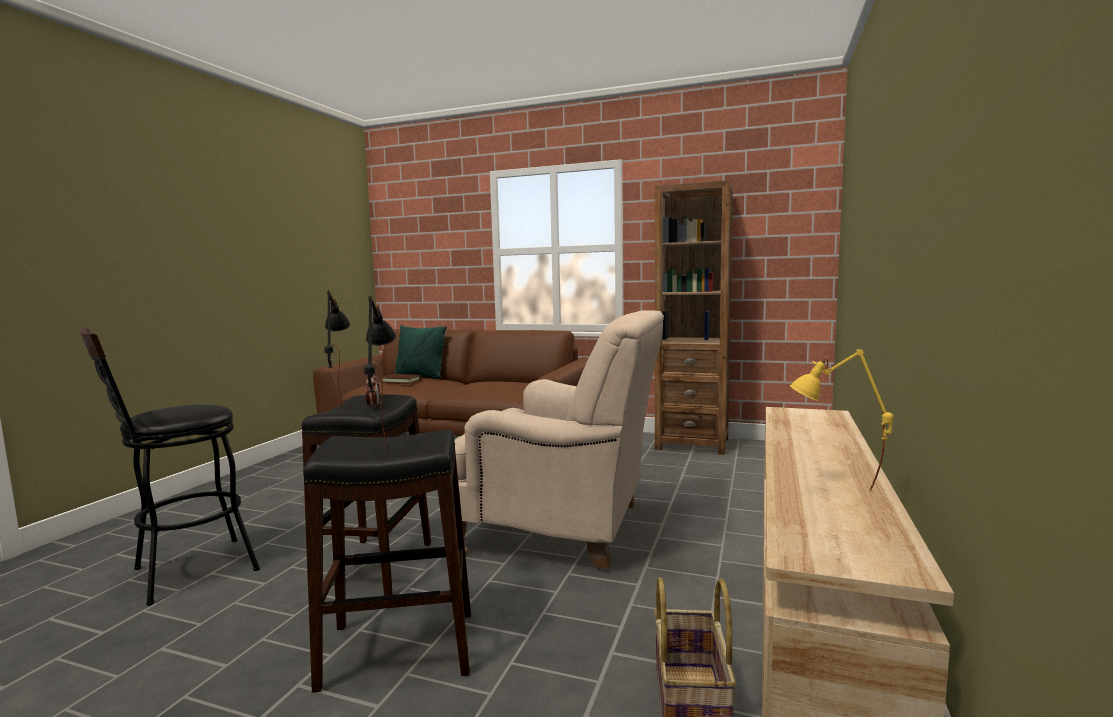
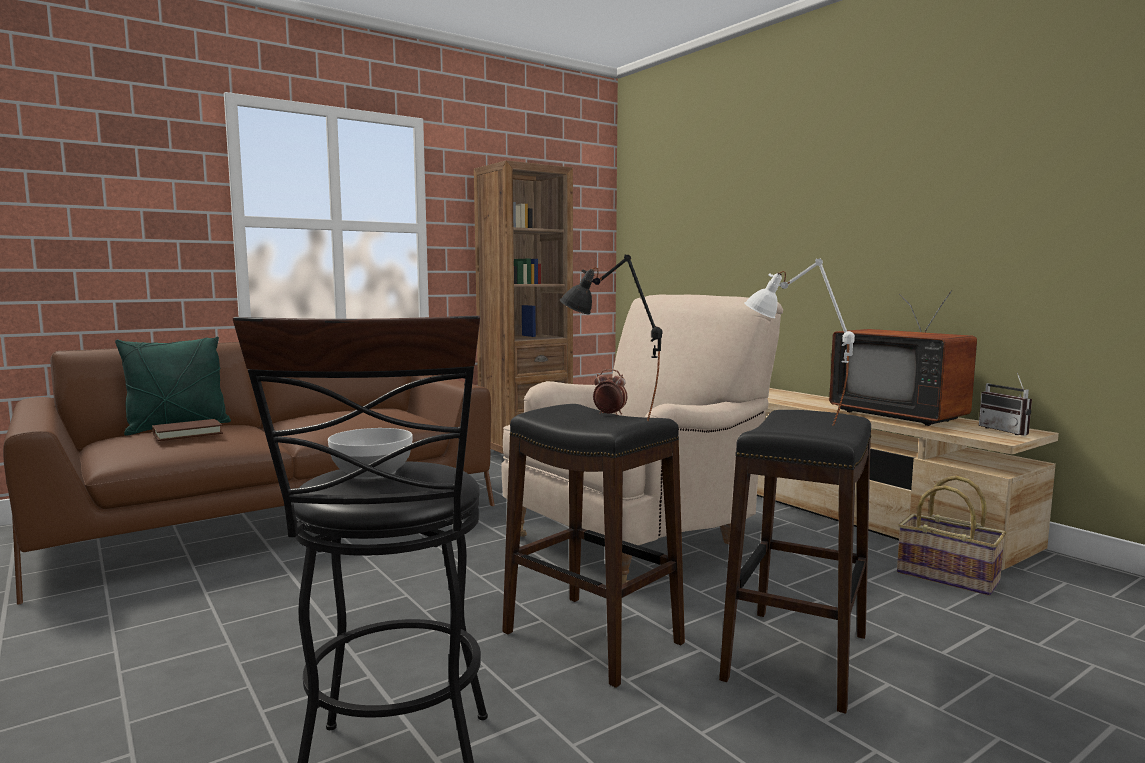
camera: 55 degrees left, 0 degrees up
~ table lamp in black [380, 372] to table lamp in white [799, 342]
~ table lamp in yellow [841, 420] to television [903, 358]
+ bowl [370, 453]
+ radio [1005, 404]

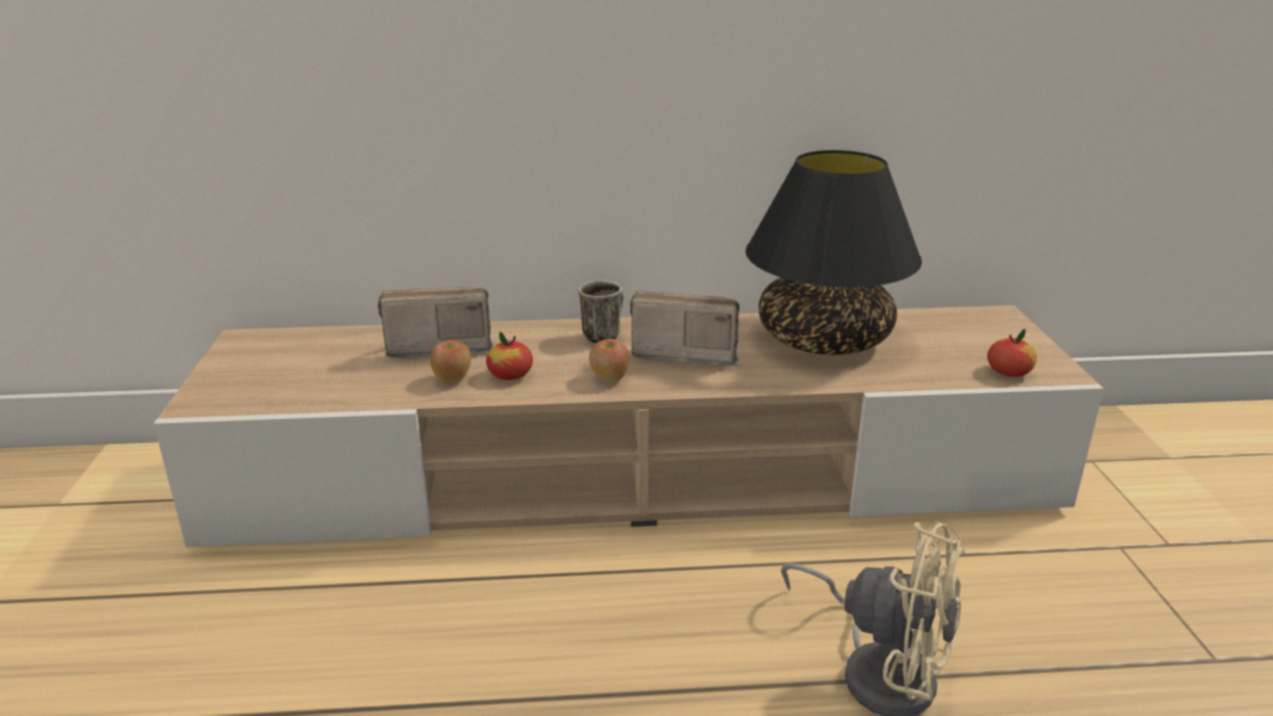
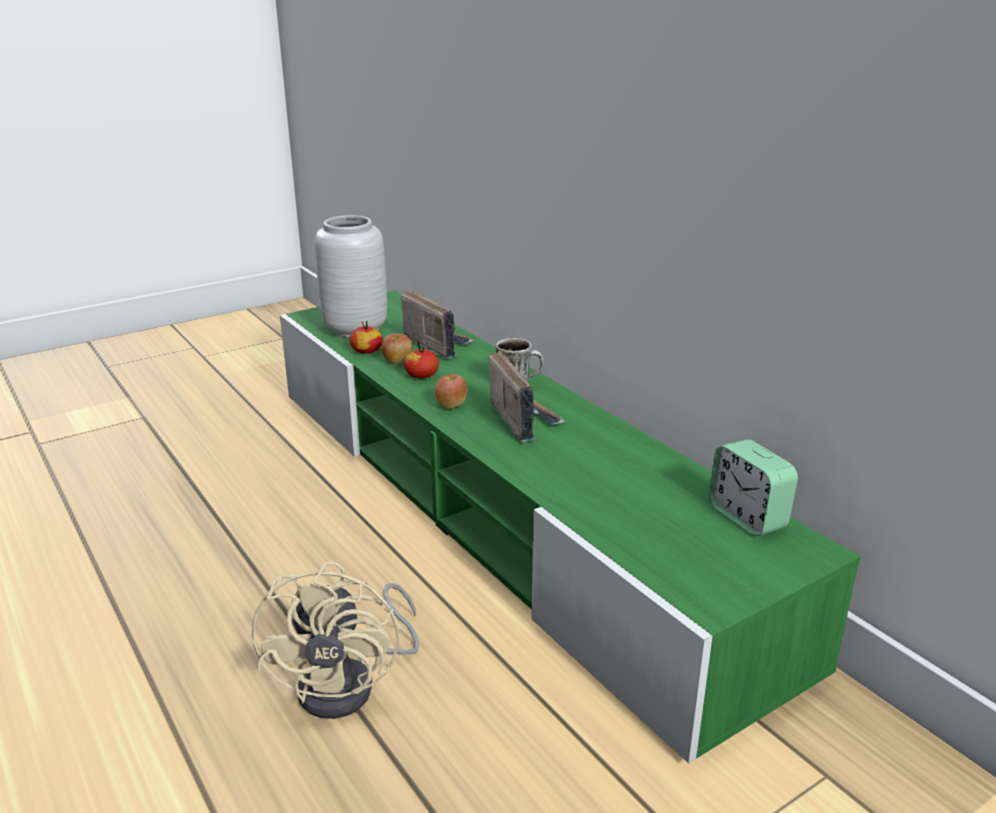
camera: 60 degrees right, 0 degrees up
~ tv stand in beige [628, 426] to tv stand in green [570, 526]
- table lamp in black [833, 252]
~ apple [1012, 353] to [366, 337]
+ vase in grey [351, 276]
+ alarm clock [753, 487]

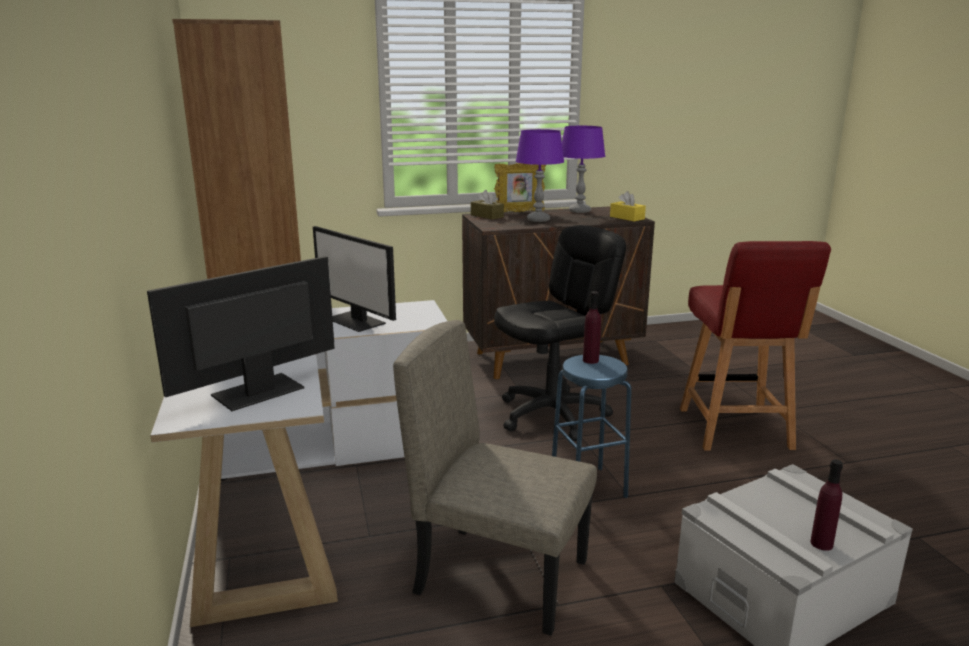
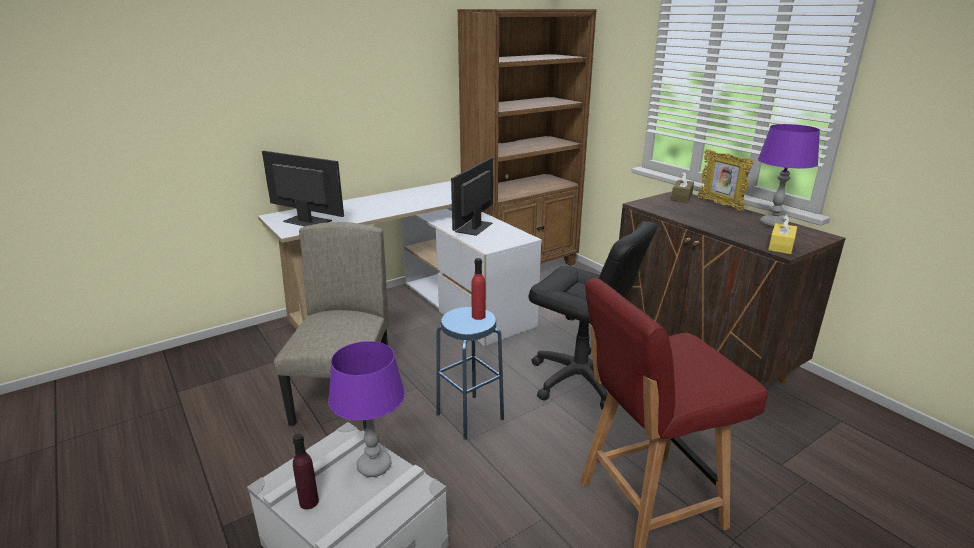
camera: 70 degrees right, 5 degrees up
~ table lamp in purple [540, 175] to [366, 409]
~ bottle in purple [592, 327] to bottle in red [478, 289]

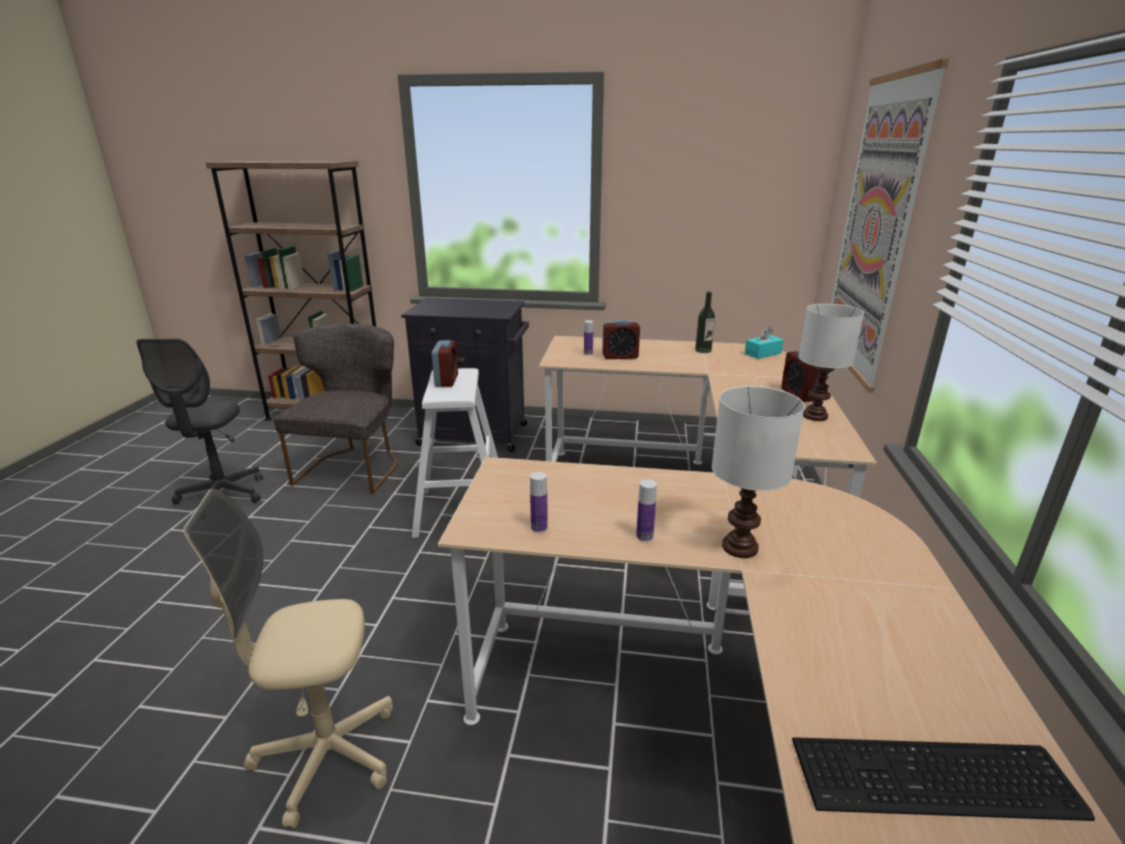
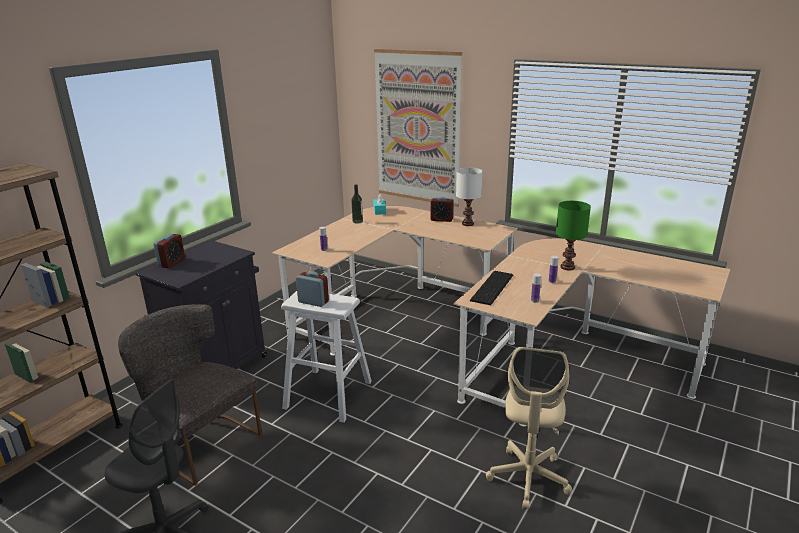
camera: 65 degrees left, 0 degrees up
~ alarm clock [621, 339] to [169, 251]
~ table lamp in white [758, 472] to table lamp in green [573, 235]
~ keyboard [943, 779] to [491, 288]

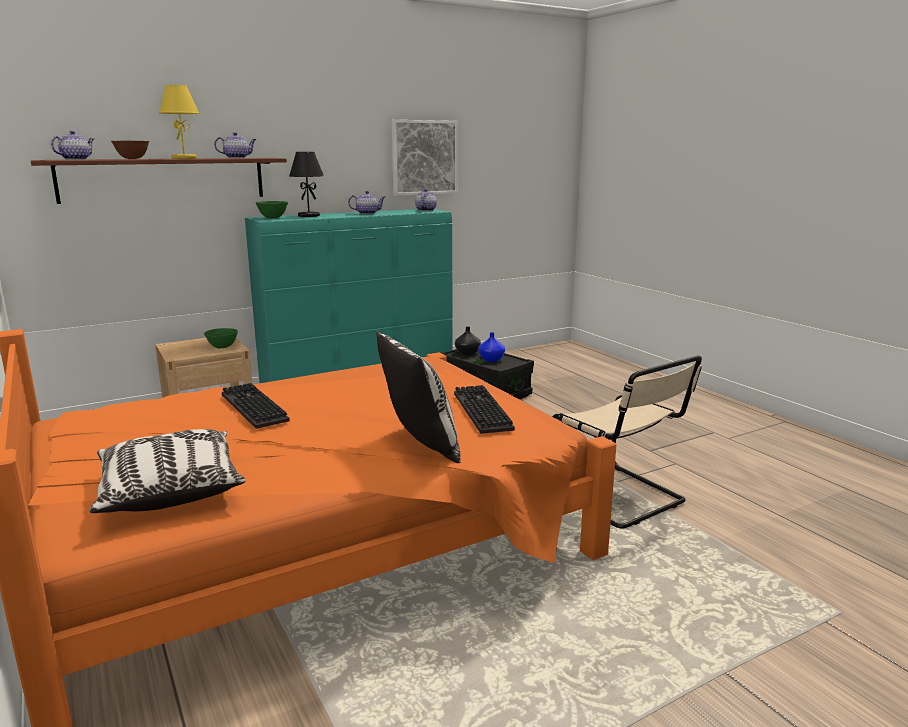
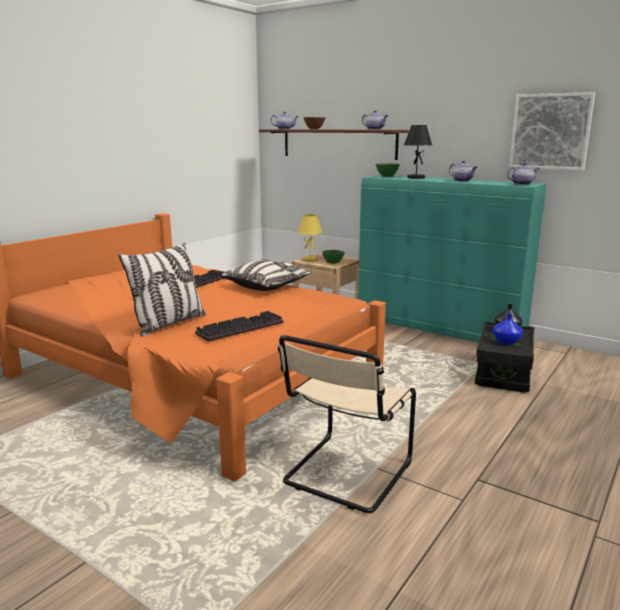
camera: 65 degrees right, 0 degrees up
~ pillow [168, 471] to [266, 275]
~ table lamp in yellow [179, 122] to [310, 238]

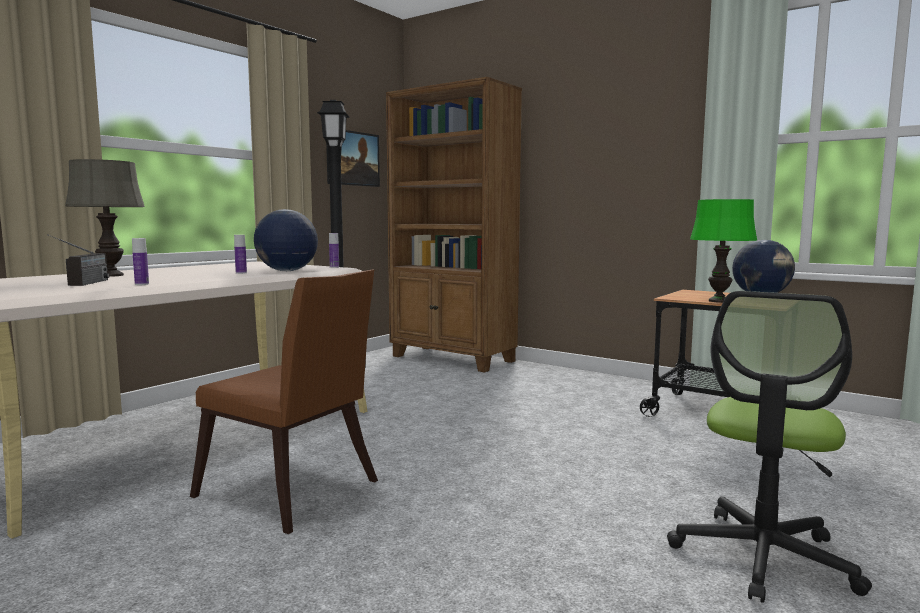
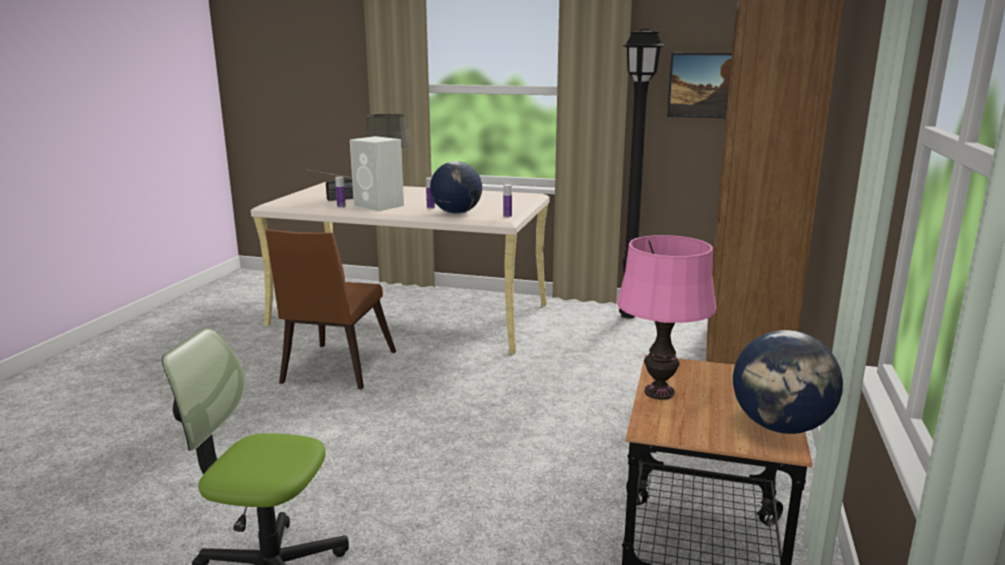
camera: 70 degrees right, 10 degrees up
~ table lamp in green [723, 251] to table lamp in pink [666, 317]
+ speaker in white [377, 173]

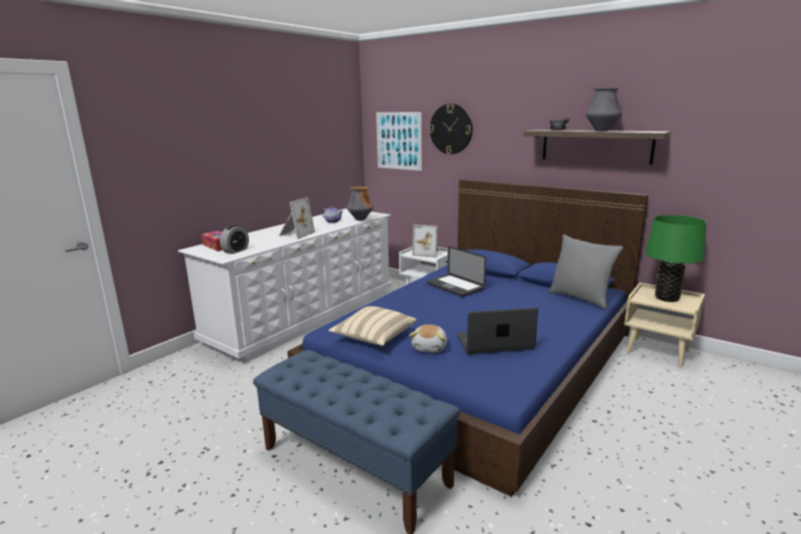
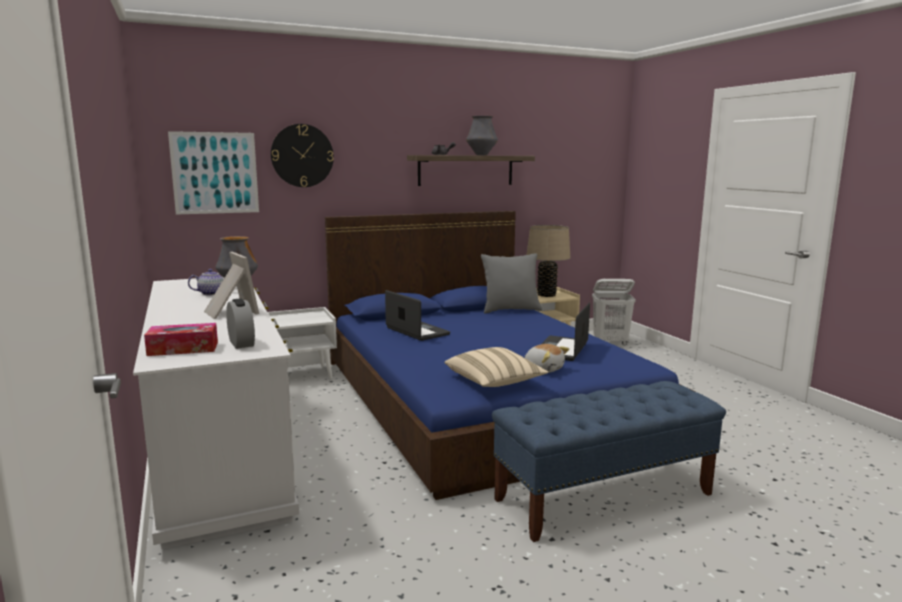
camera: 60 degrees left, 5 degrees down
- picture frame [425, 241]
~ laptop [456, 271] = [417, 315] 120 degrees counterclockwise
~ table lamp in green [676, 258] to table lamp in beige [548, 261]
+ laundry basket in white [614, 312]

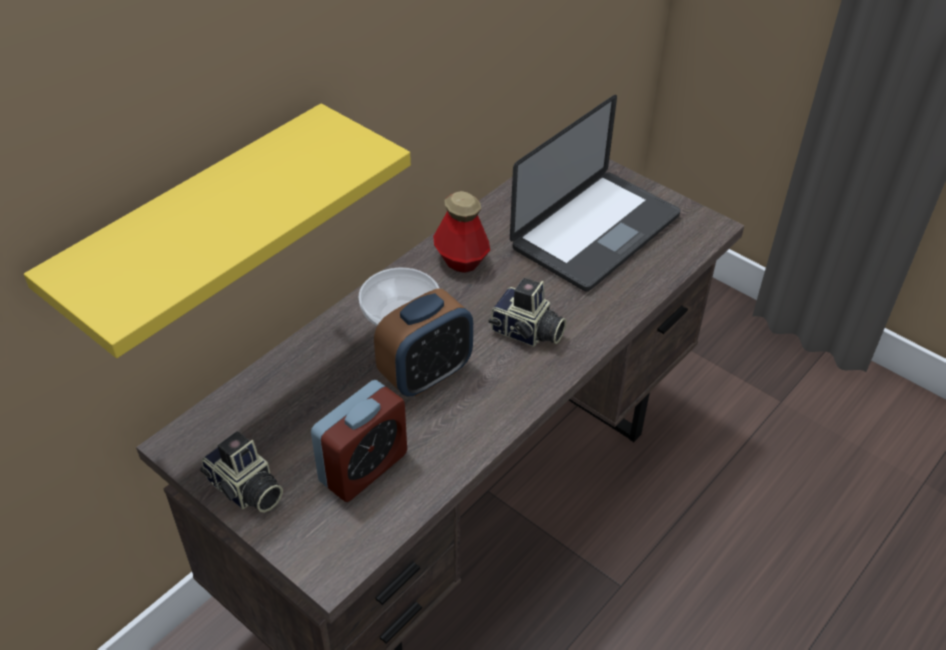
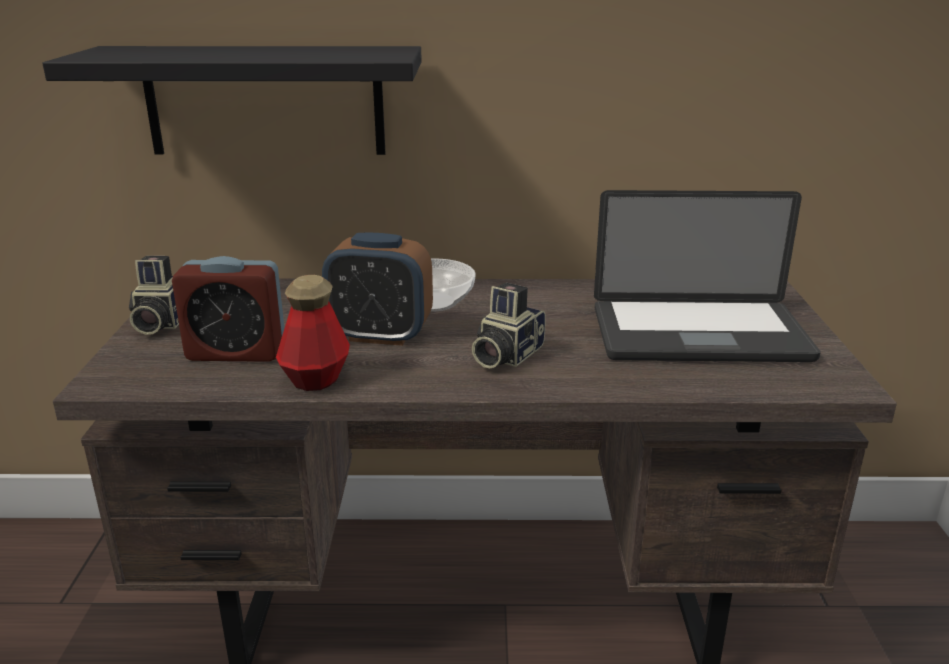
camera: 50 degrees right, 20 degrees down
~ shelf in yellow [217, 230] to shelf in black [232, 100]
~ bottle [461, 232] to [313, 333]
~ photo camera [527, 312] = [509, 325] 45 degrees clockwise

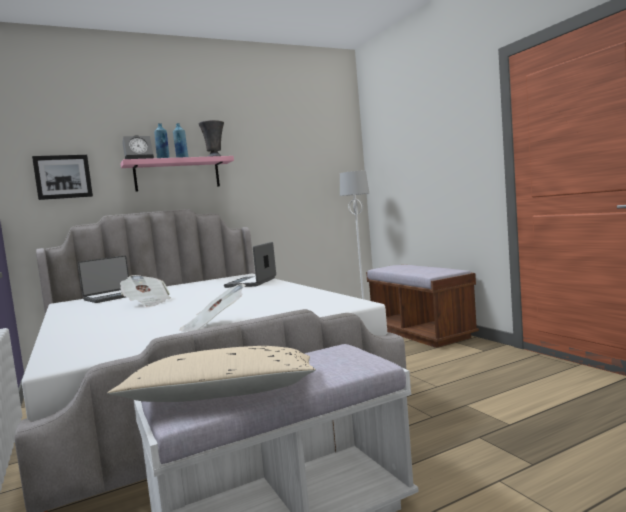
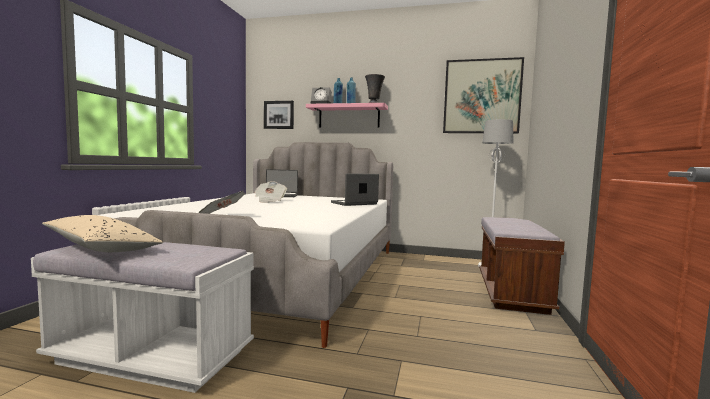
camera: 40 degrees right, 0 degrees up
+ picture [483, 95]

